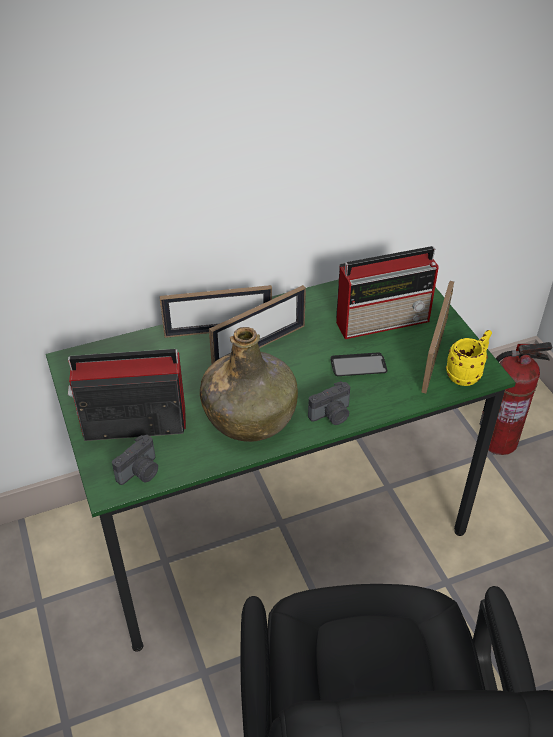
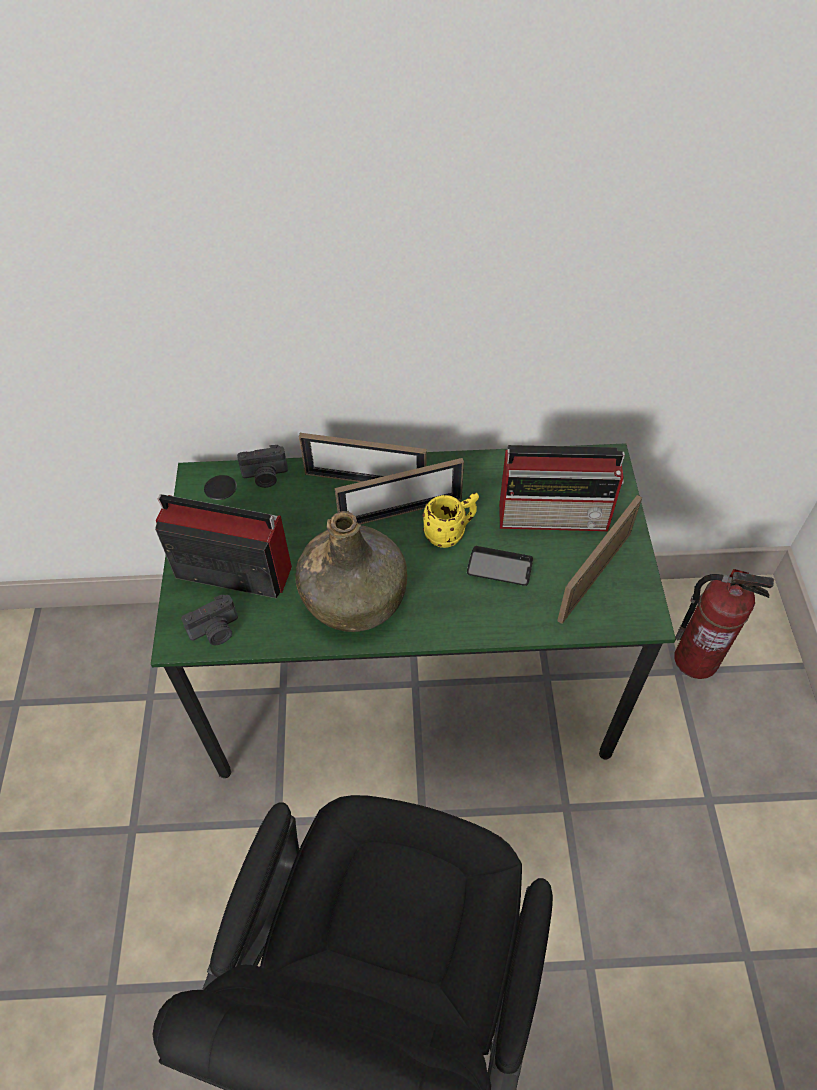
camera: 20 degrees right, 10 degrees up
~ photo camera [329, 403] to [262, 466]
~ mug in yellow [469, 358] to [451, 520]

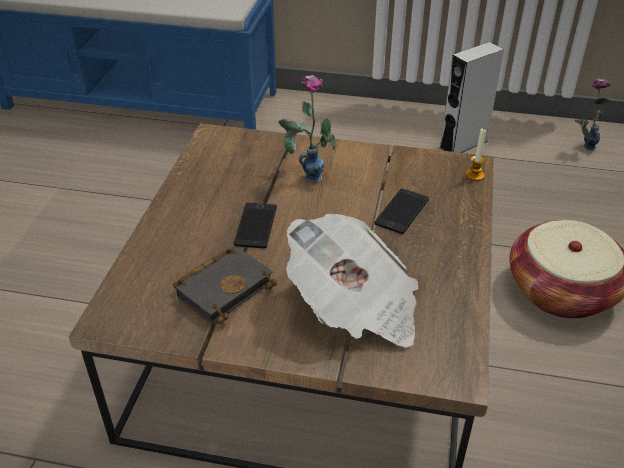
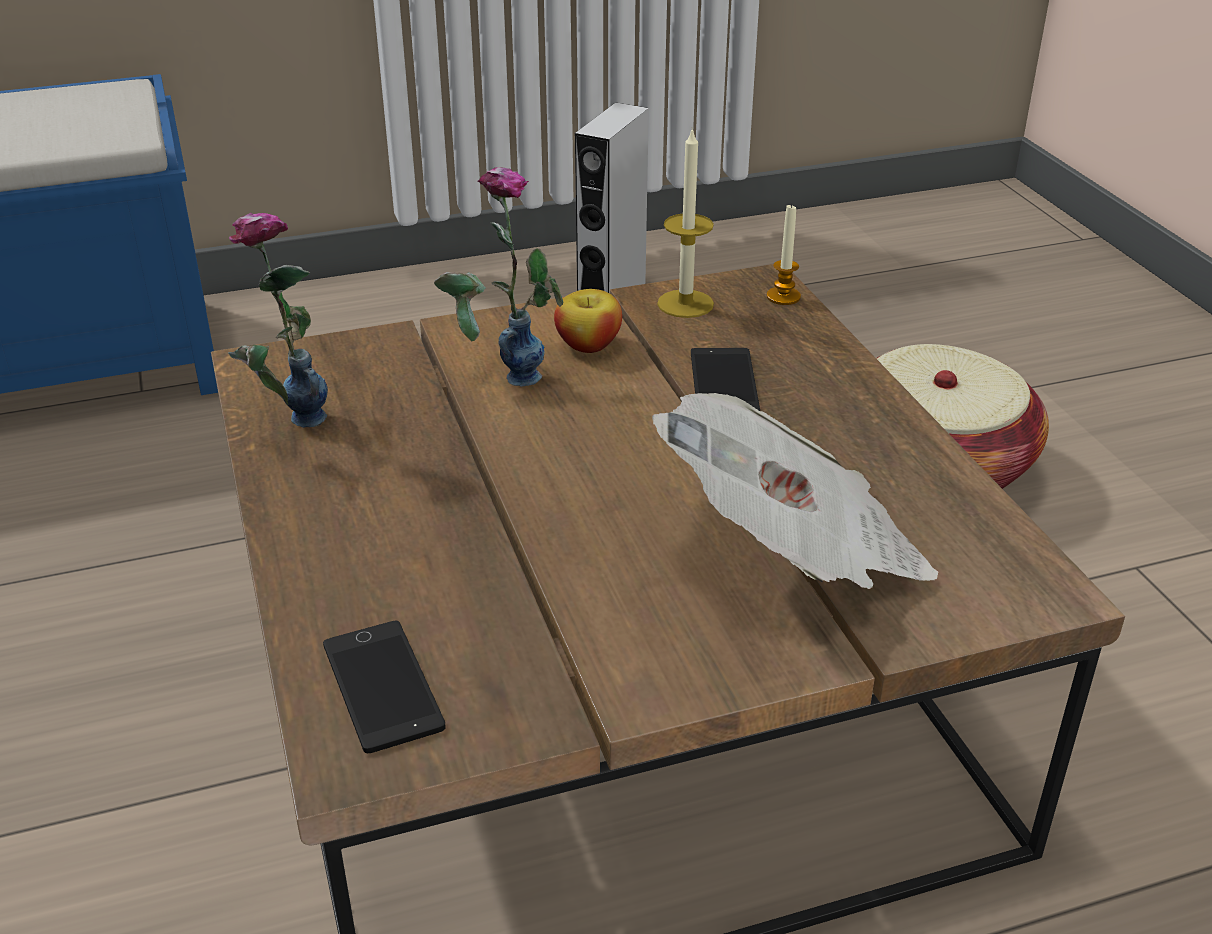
camera: 30 degrees left, 5 degrees down
- book in black [225, 286]
~ phone [255, 225] to [384, 687]
~ vase [593, 114] to [278, 320]
+ apple [588, 321]
+ candle [685, 222]

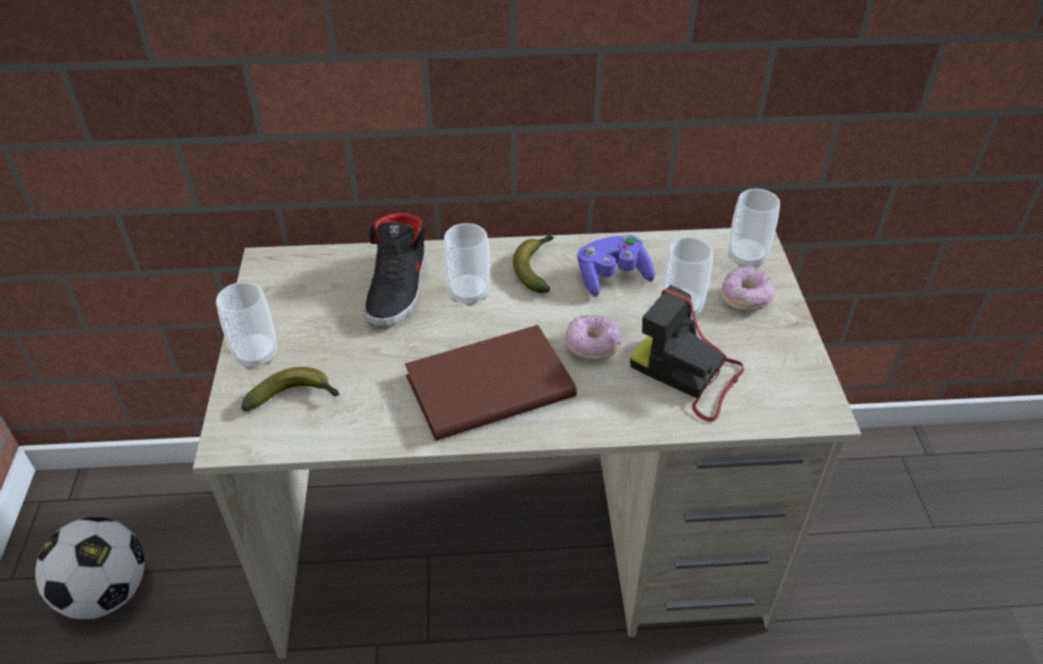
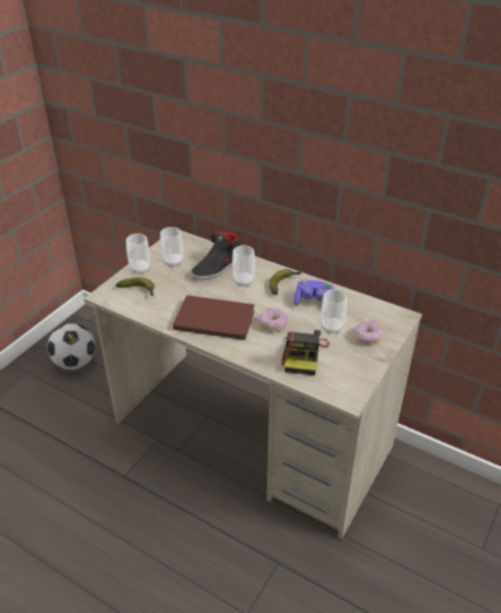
camera: 35 degrees right, 5 degrees down
~ photo camera [687, 353] = [305, 353] 150 degrees counterclockwise
~ cup [754, 228] to [171, 247]

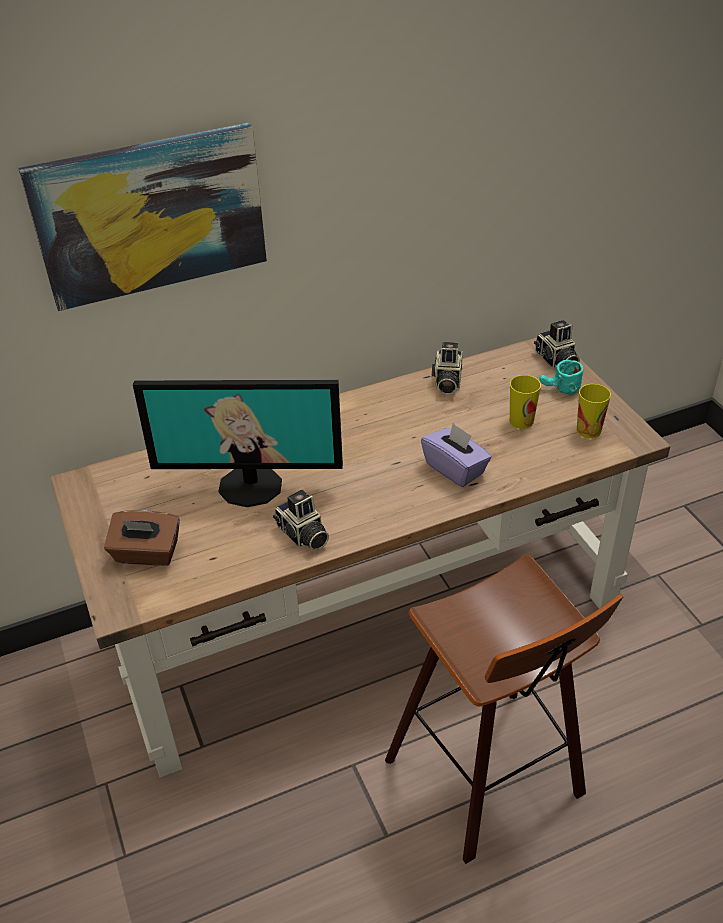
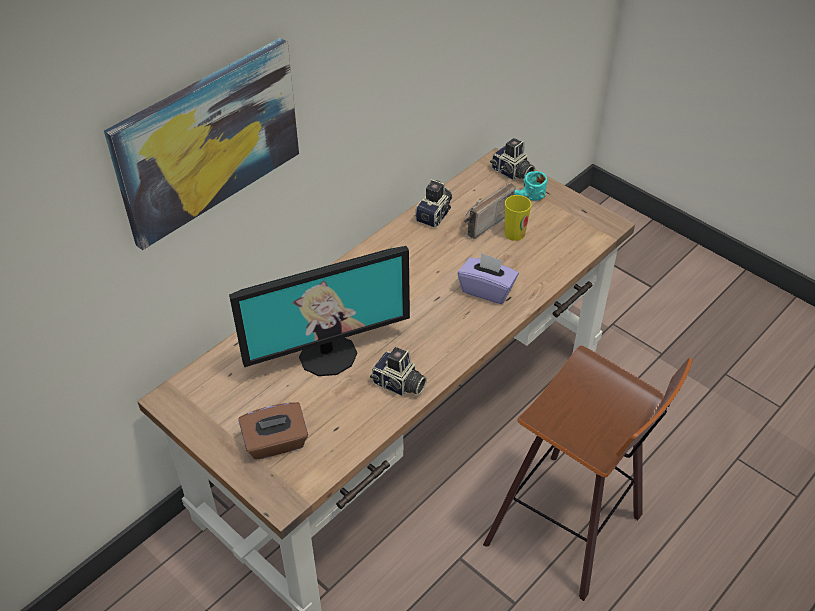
camera: 25 degrees left, 5 degrees up
~ photo camera [447, 368] = [433, 203] 135 degrees counterclockwise
- cup [594, 411]
+ radio [489, 210]

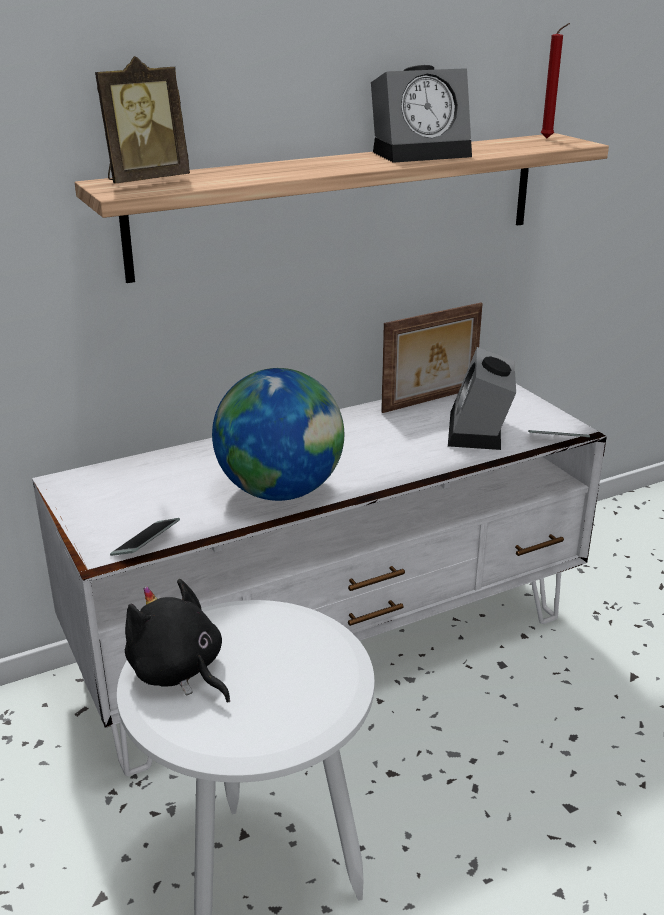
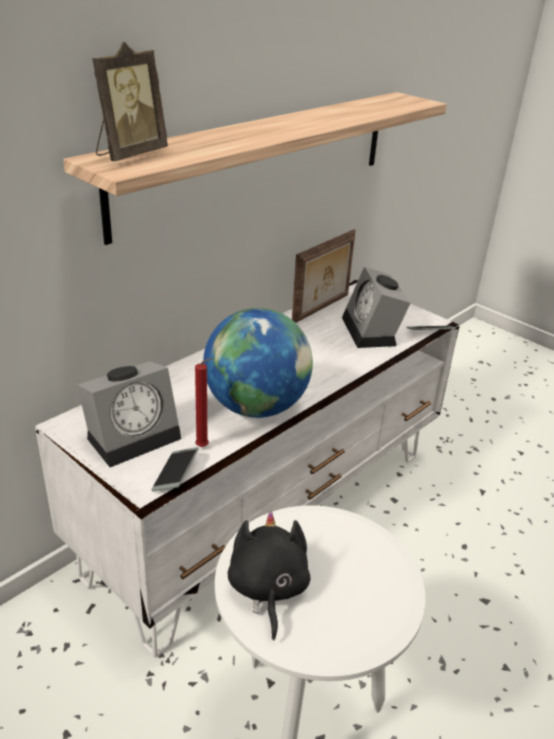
camera: 20 degrees left, 5 degrees up
~ plush toy in black [177, 640] = [269, 576] 60 degrees clockwise
~ alarm clock [421, 114] to [129, 414]
~ candle in red [555, 80] to [203, 402]

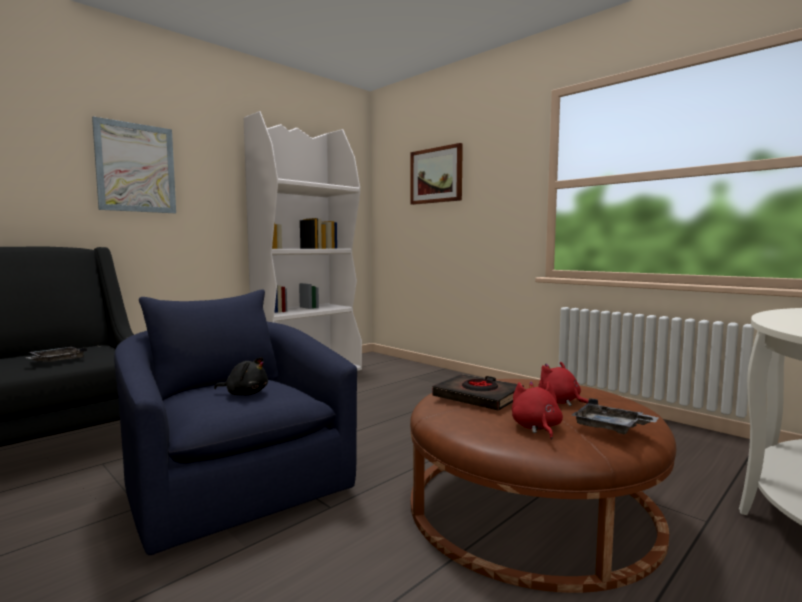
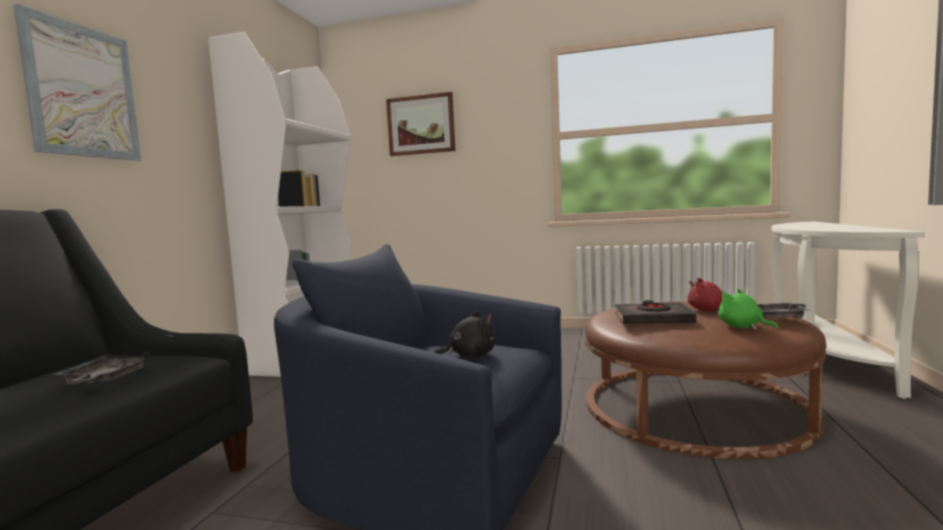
camera: 30 degrees left, 0 degrees up
~ plush toy in red [537, 410] to plush toy in green [748, 309]

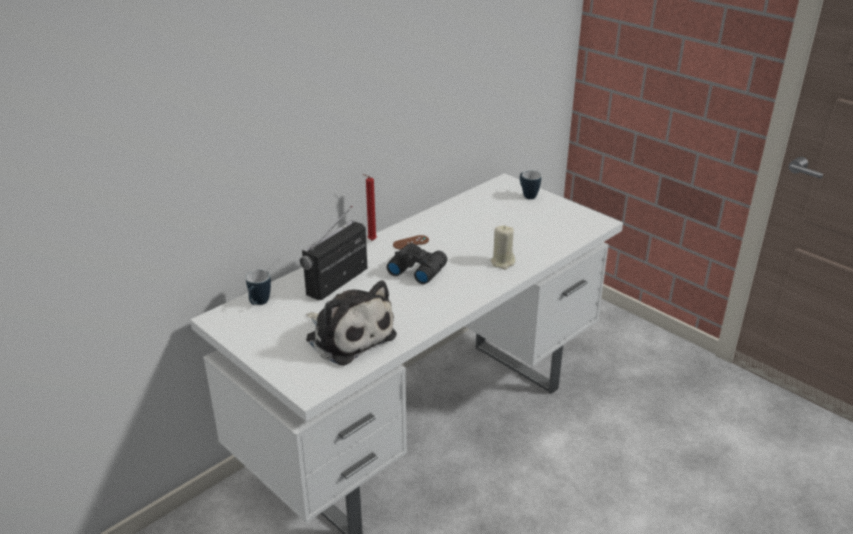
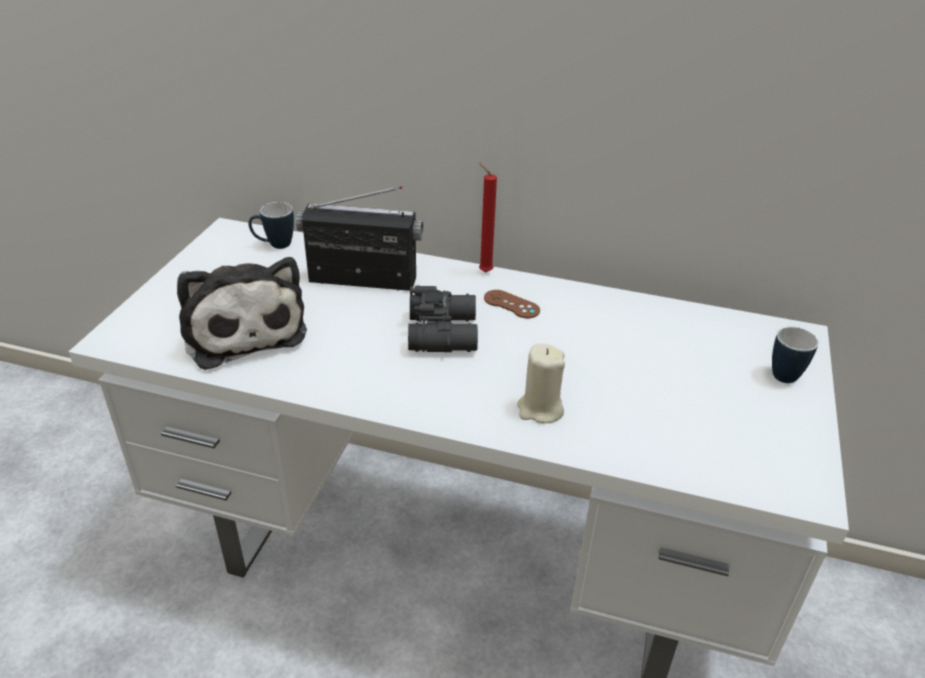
camera: 60 degrees right, 5 degrees up
~ plush toy [351, 323] = [242, 313] 45 degrees counterclockwise

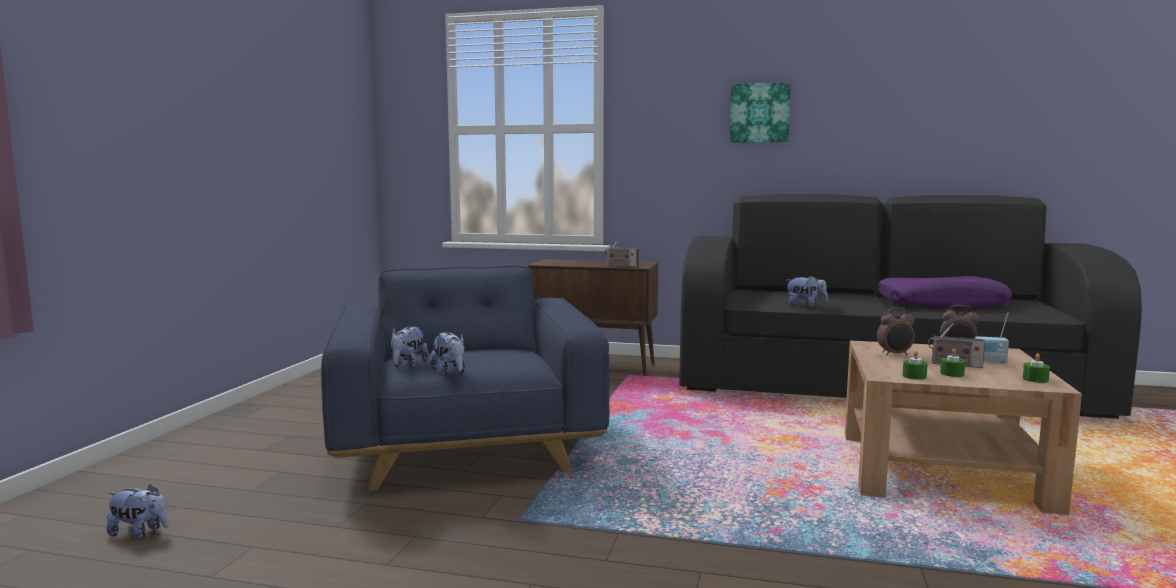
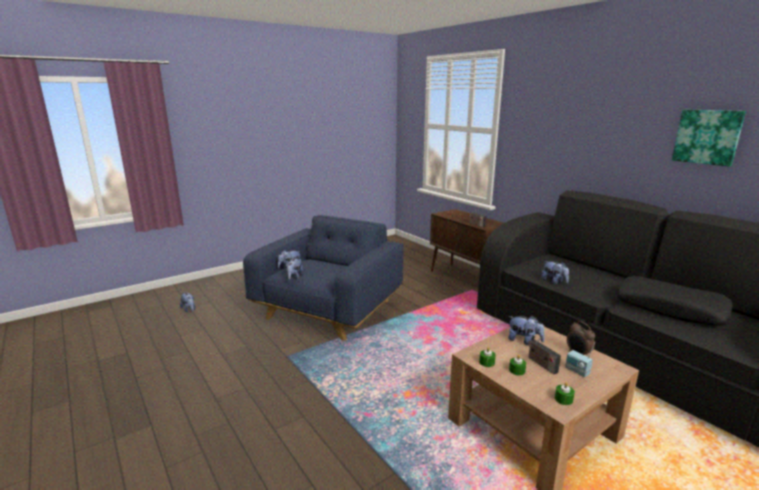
camera: 40 degrees right, 10 degrees up
~ picture [760, 112] to [709, 138]
~ alarm clock [896, 331] to plush toy [526, 330]
~ pillow in purple [945, 292] to pillow in black [675, 301]

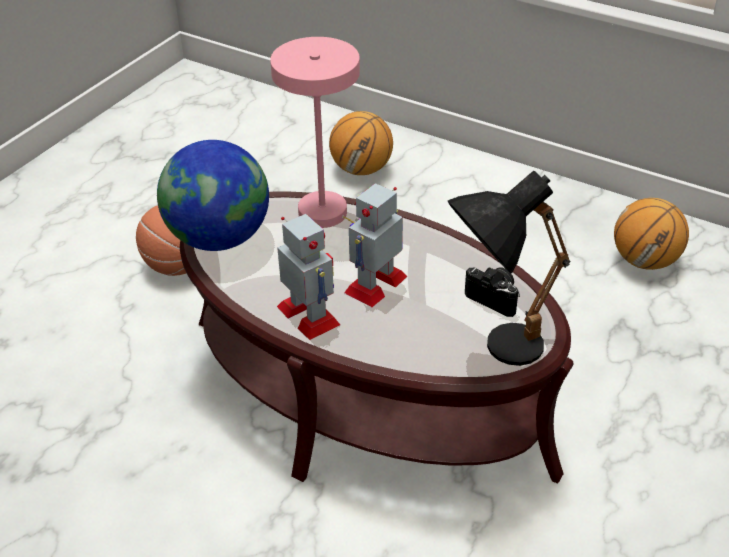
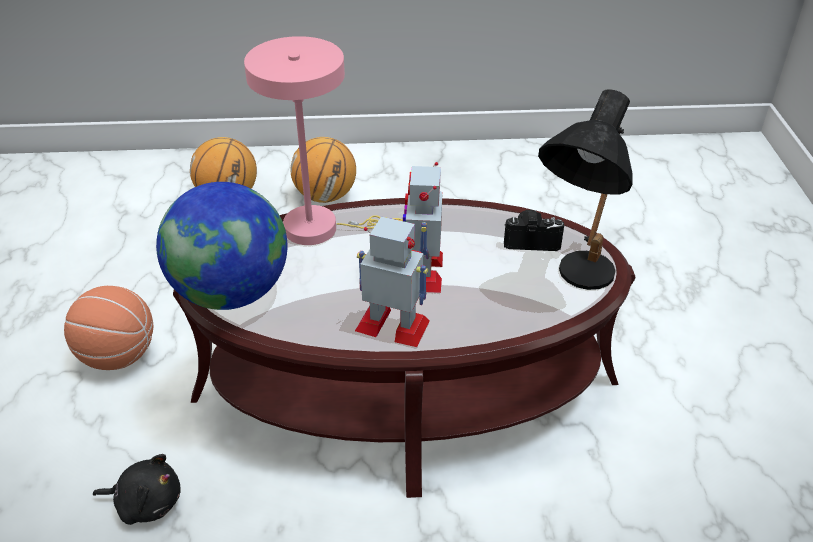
camera: 35 degrees left, 0 degrees up
~ basketball [651, 234] to [323, 170]
+ plush toy in black [137, 489]

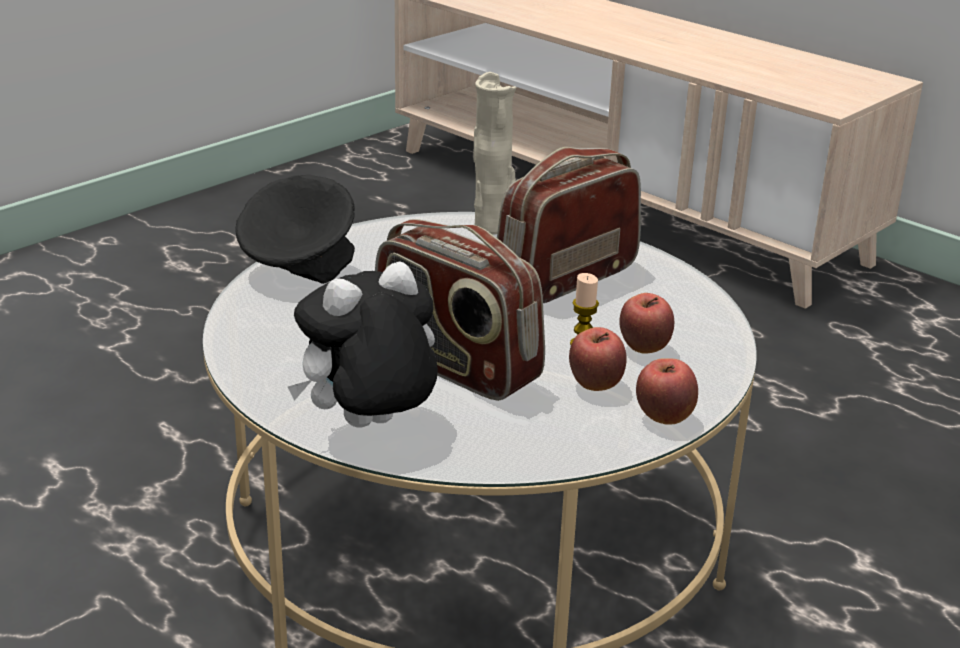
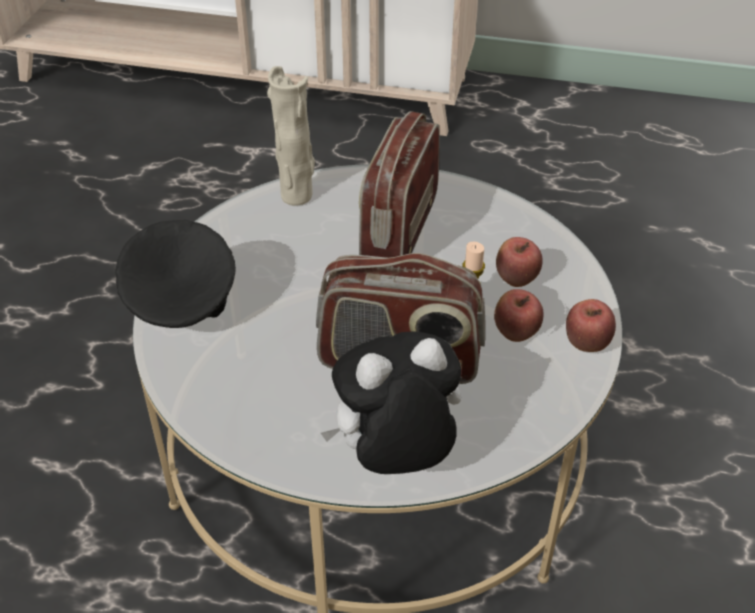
camera: 30 degrees left, 15 degrees up
~ plush toy [363, 344] = [391, 402] 45 degrees clockwise

